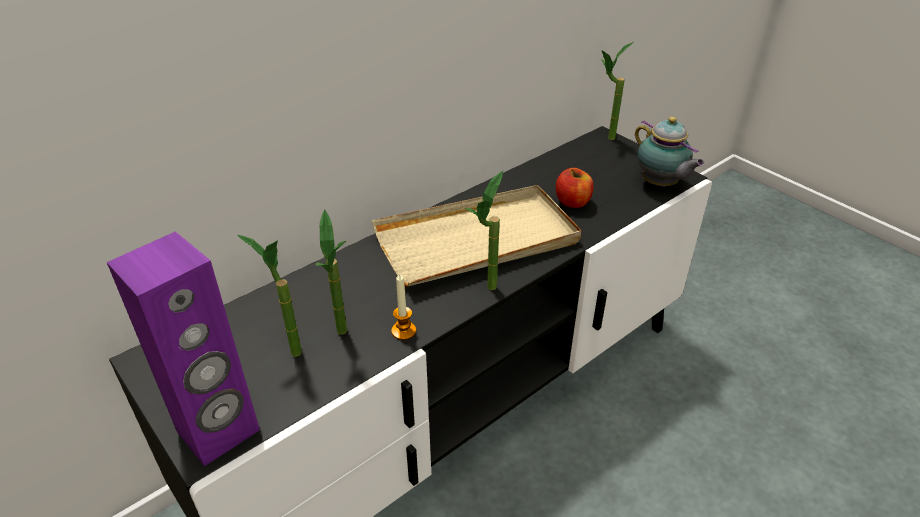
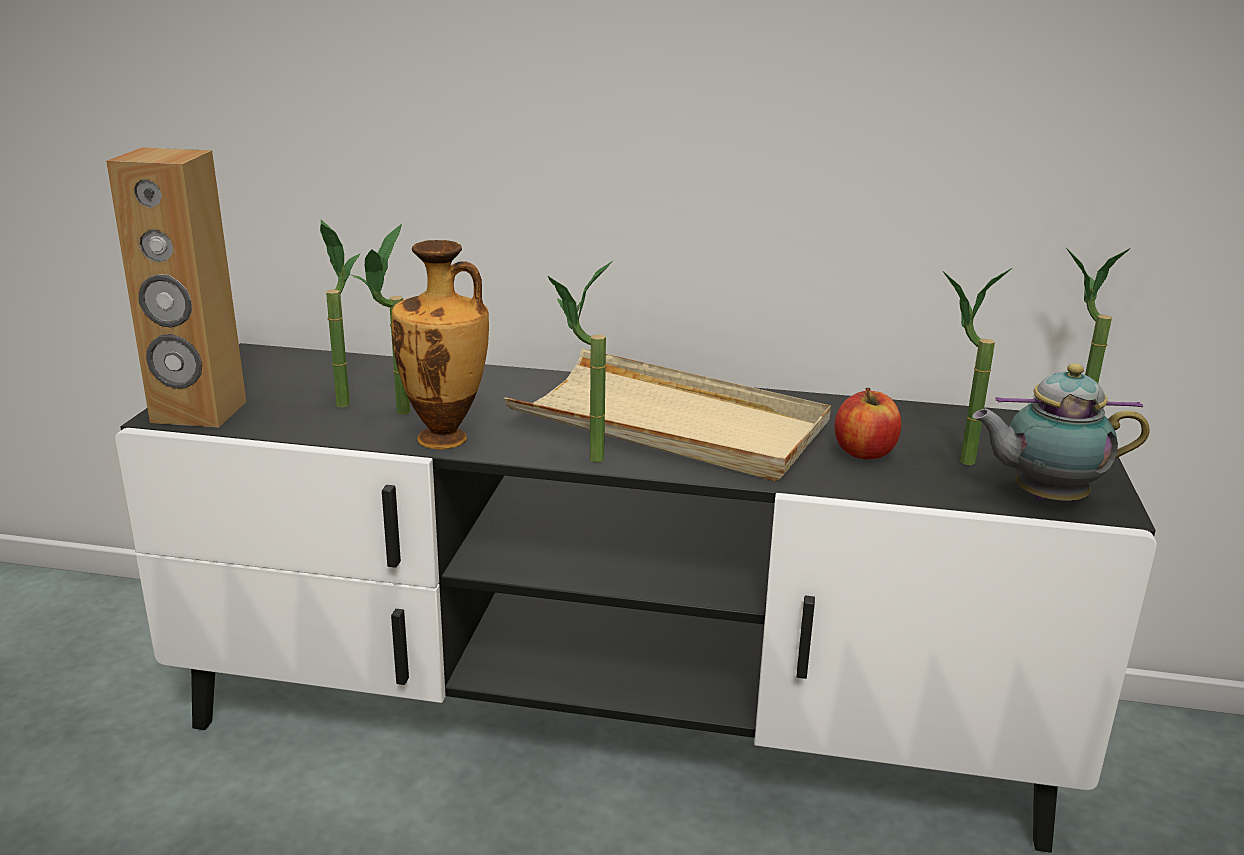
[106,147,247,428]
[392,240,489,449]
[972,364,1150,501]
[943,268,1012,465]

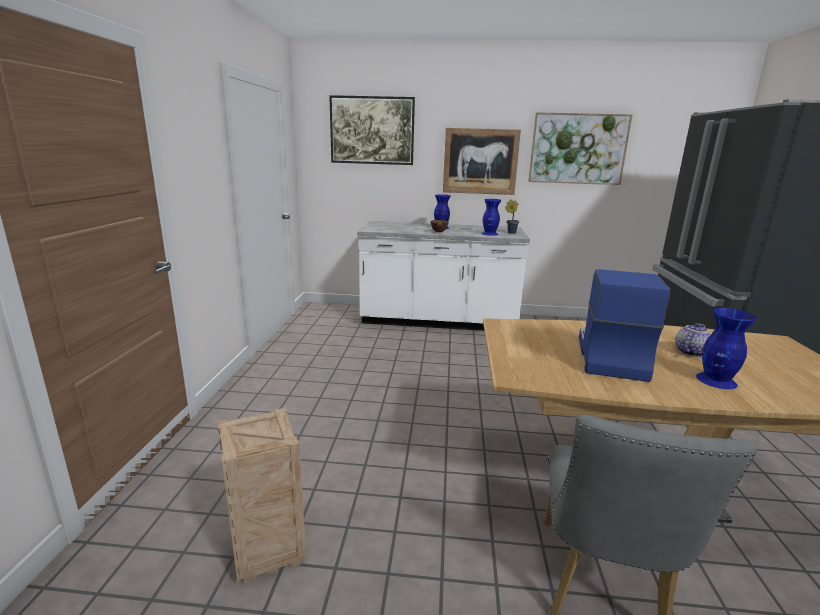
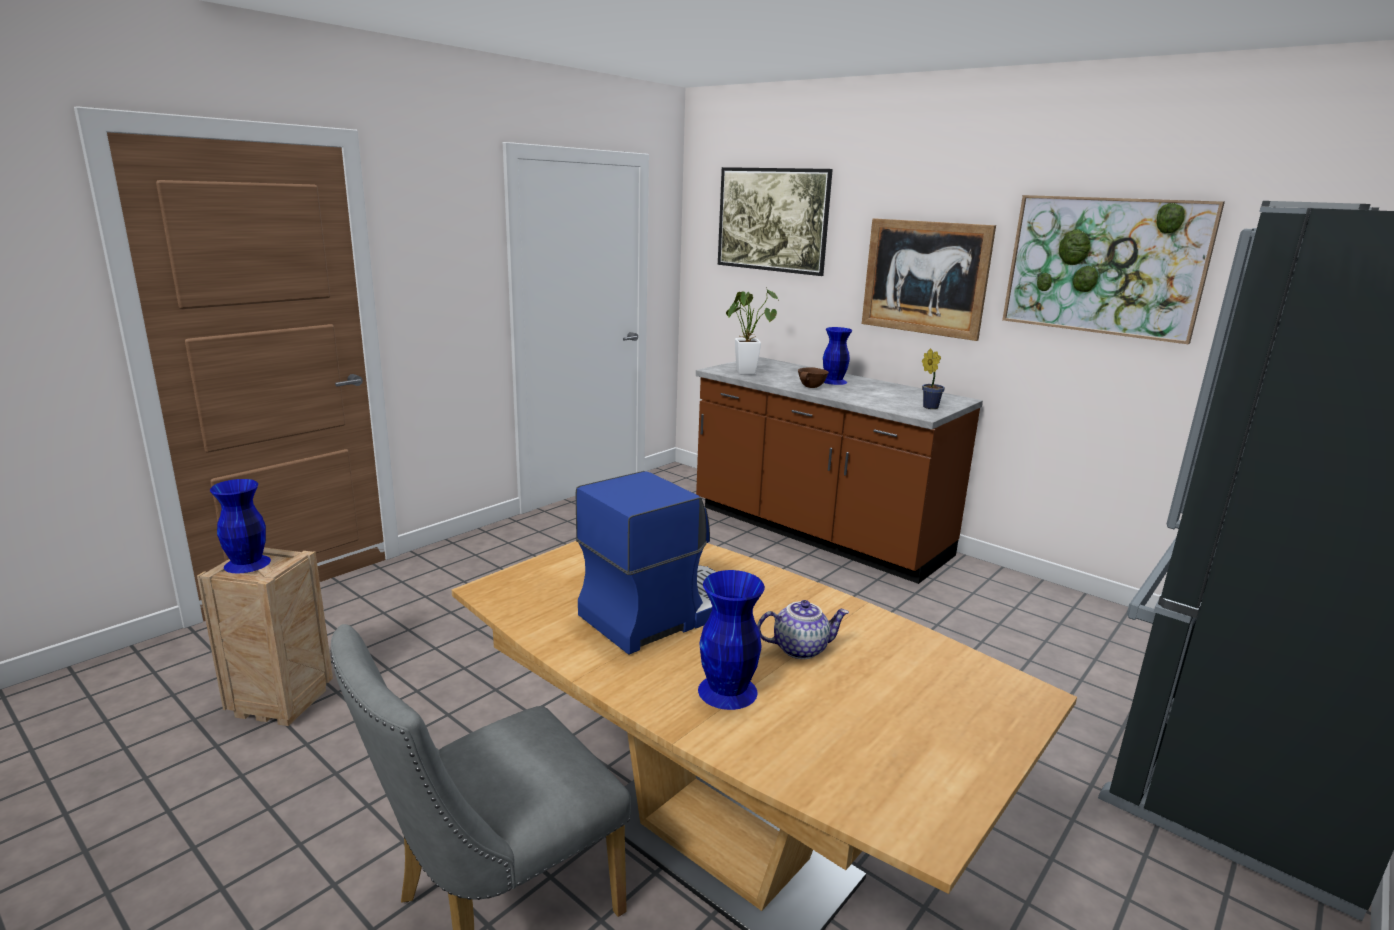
[696,357,983,584]
[210,479,271,573]
[726,287,778,375]

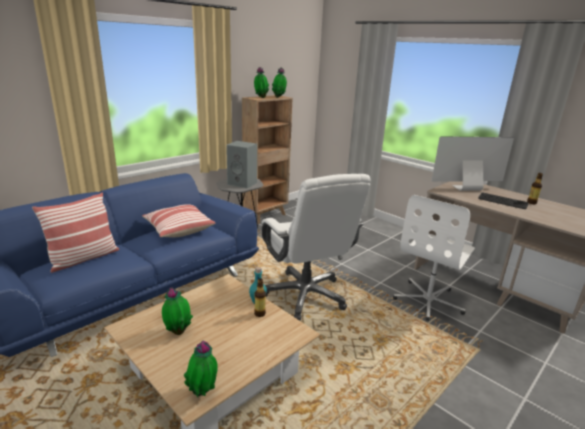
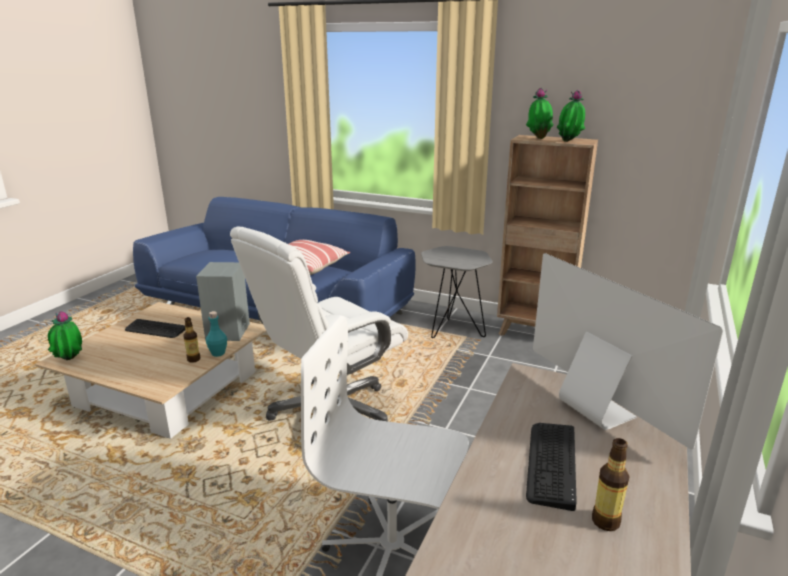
[32,193,119,273] (first image)
[125,319,185,338]
[196,262,250,341]

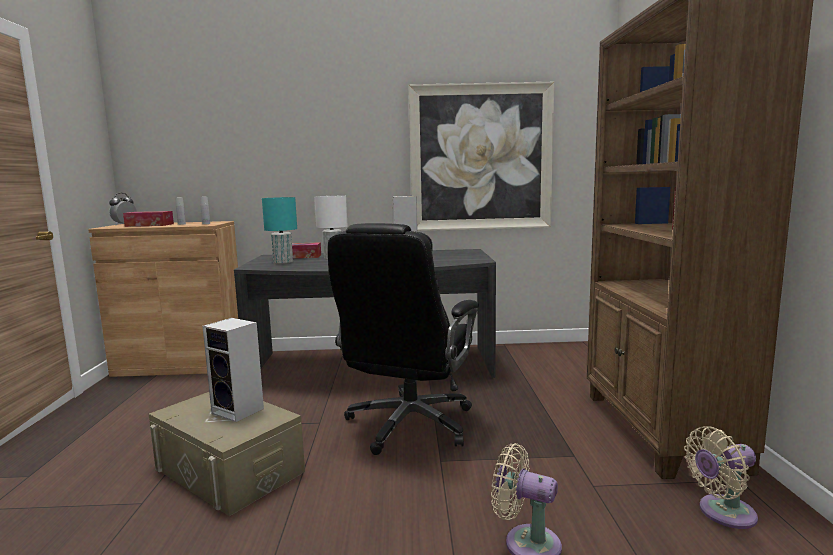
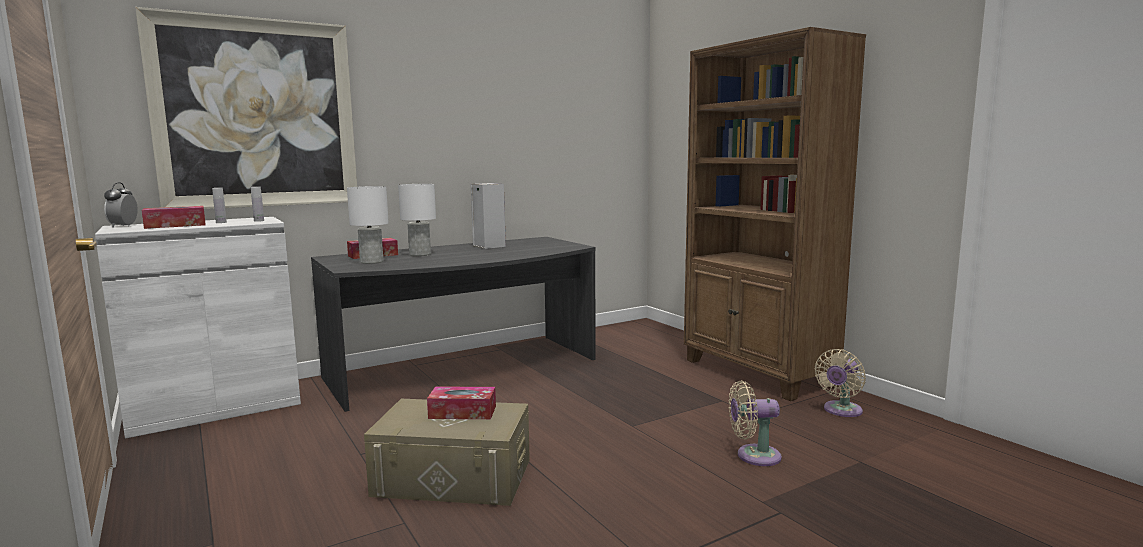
[95,217,301,439]
[427,386,496,419]
[347,186,389,264]
[328,223,479,455] (first image)
[135,7,357,209]

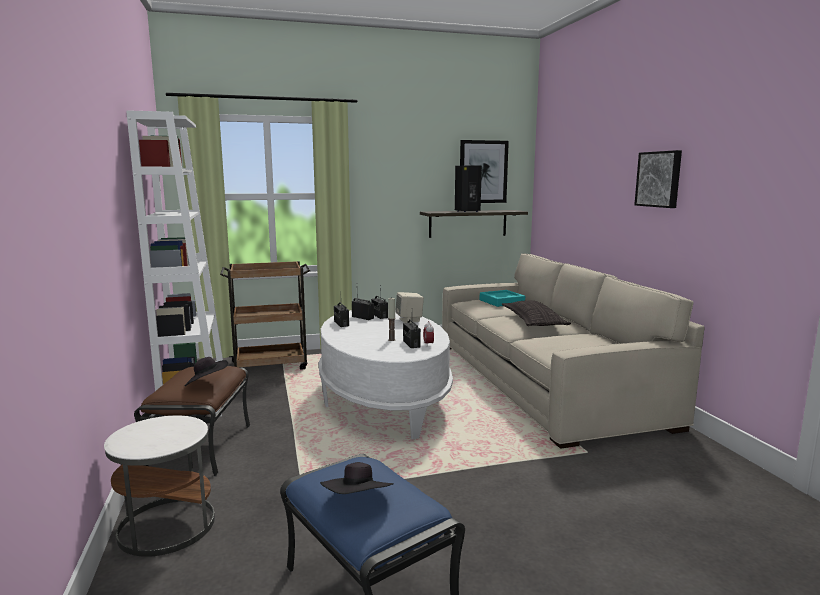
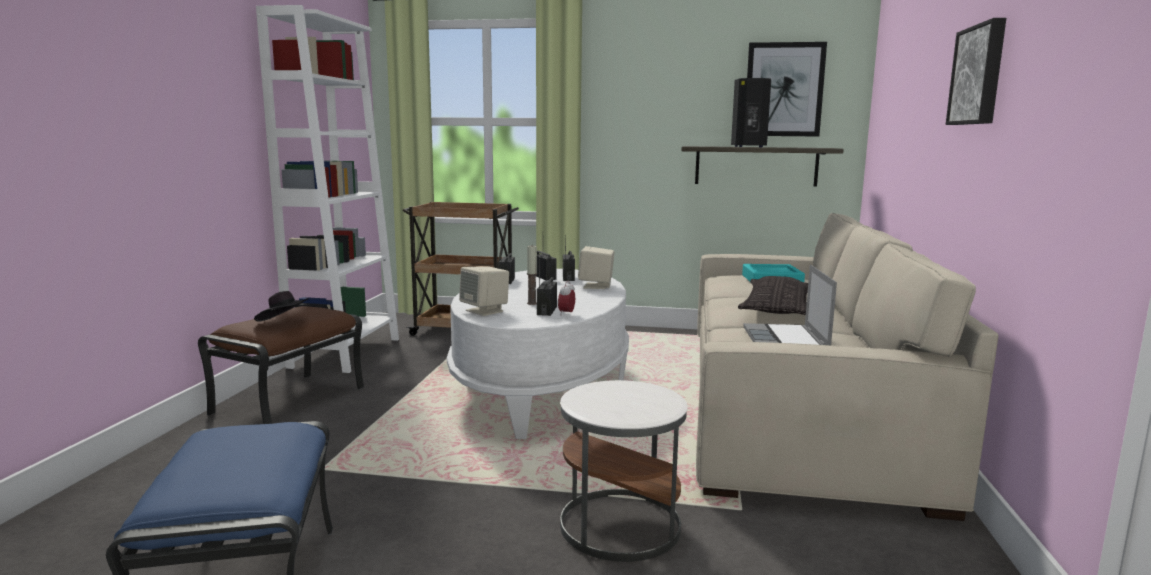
[560,380,688,562]
[320,462,394,494] (first image)
[459,266,509,316]
[743,265,837,345]

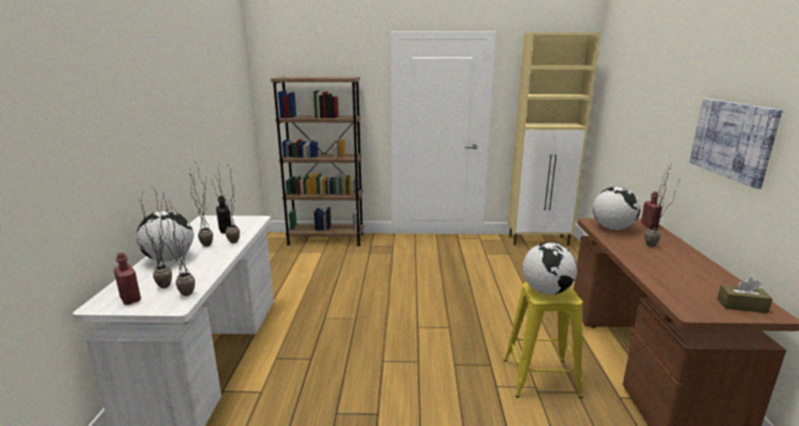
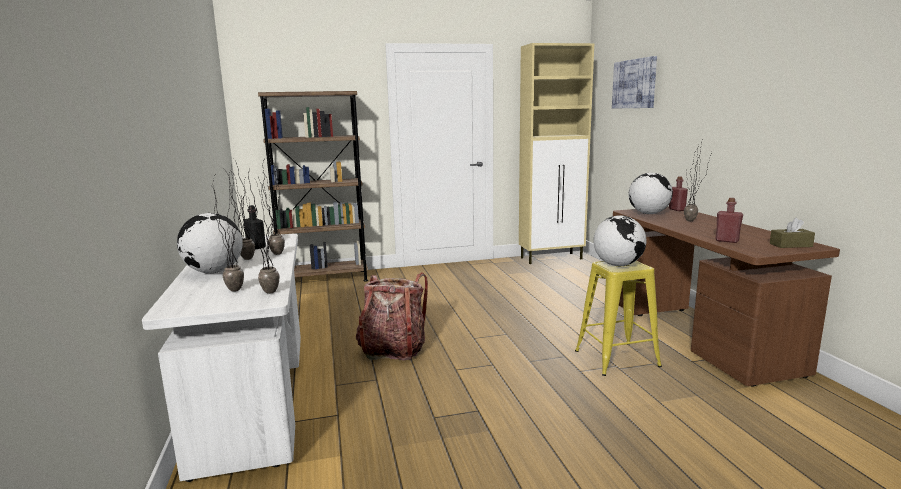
[715,198,743,243]
[612,56,657,108]
[356,272,428,360]

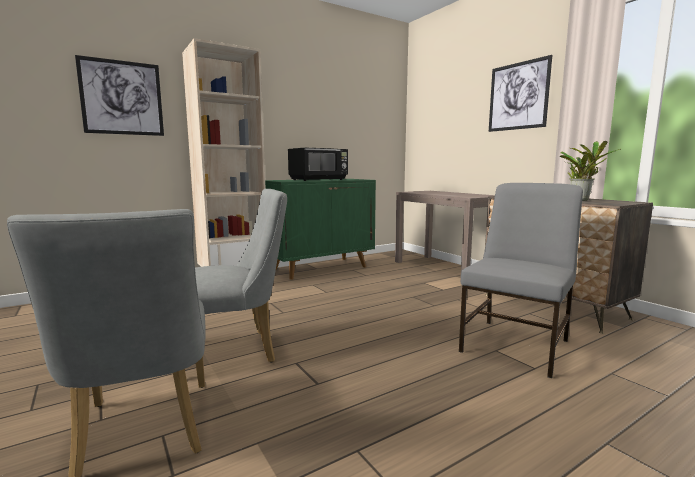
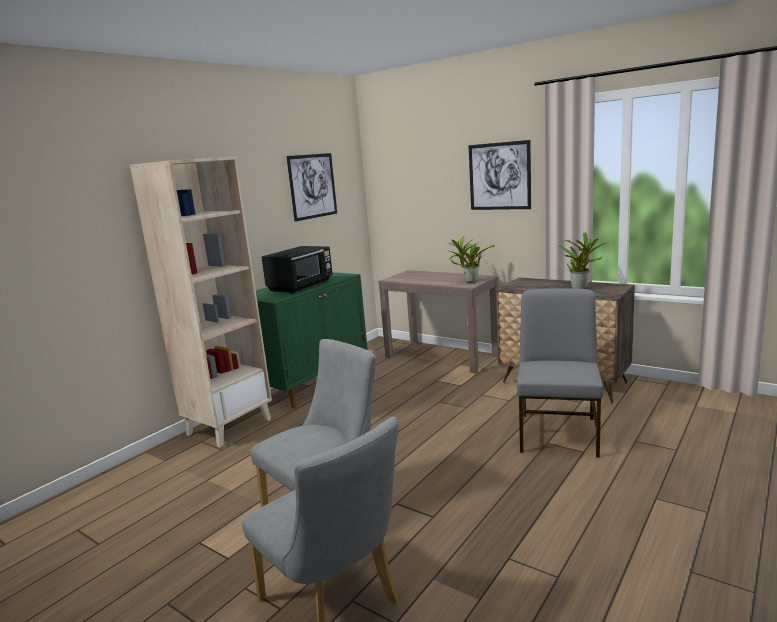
[286,153,337,222]
[448,236,495,283]

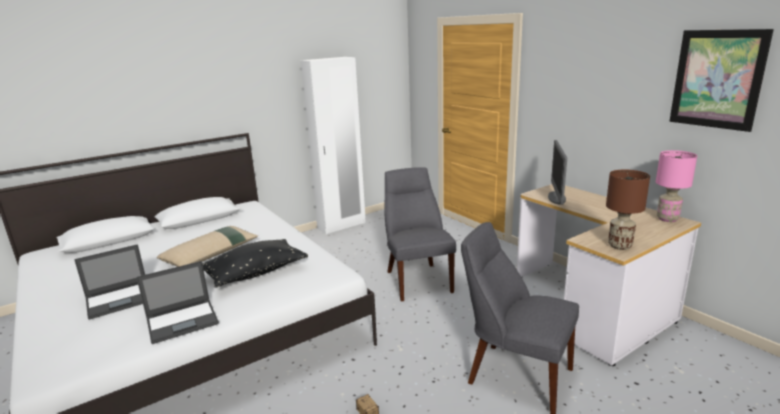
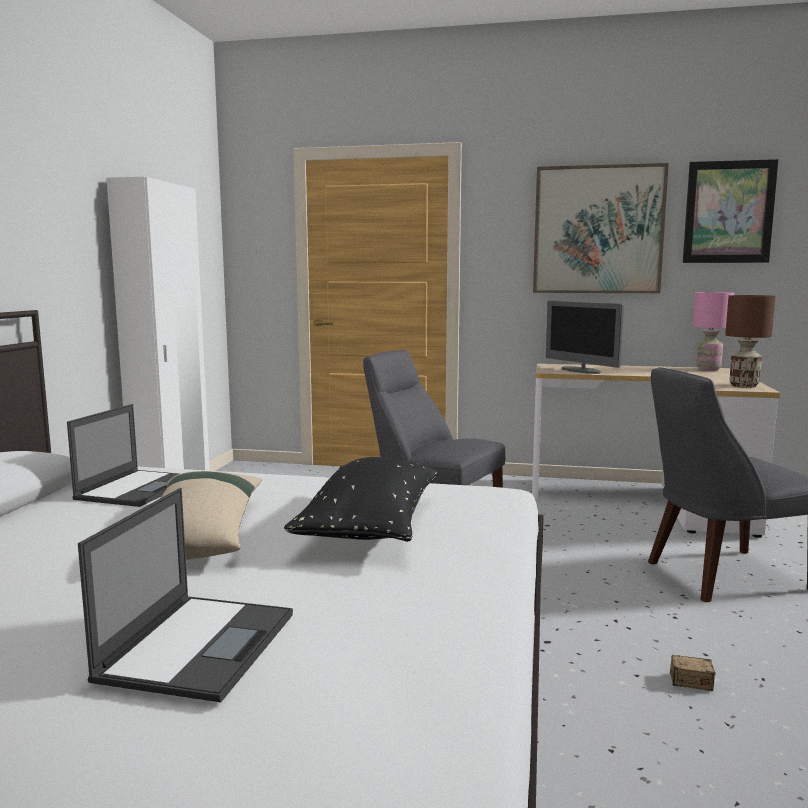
[67,404,178,507]
[533,163,669,293]

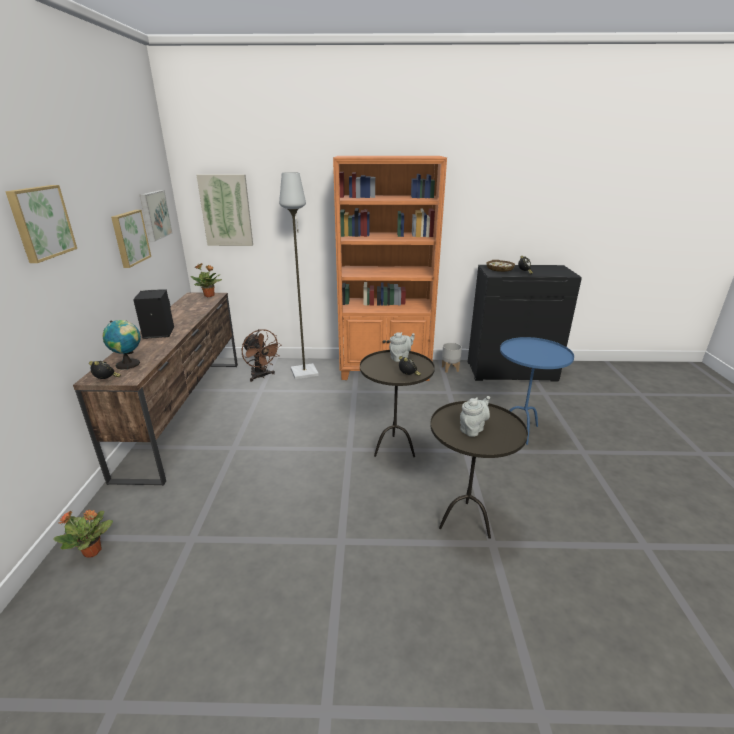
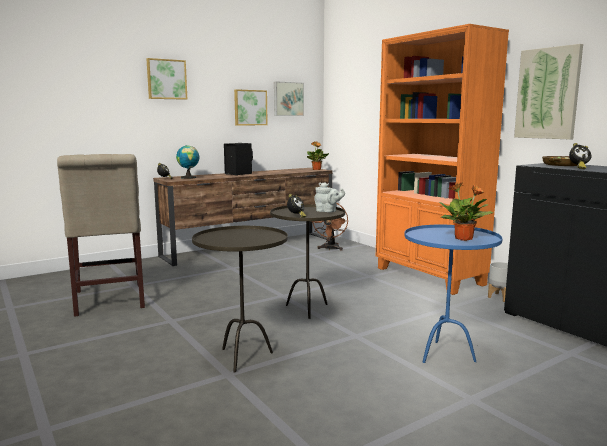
[439,182,493,241]
[514,44,583,139]
[279,172,319,380] (first image)
[460,396,490,437] (first image)
[57,154,145,317]

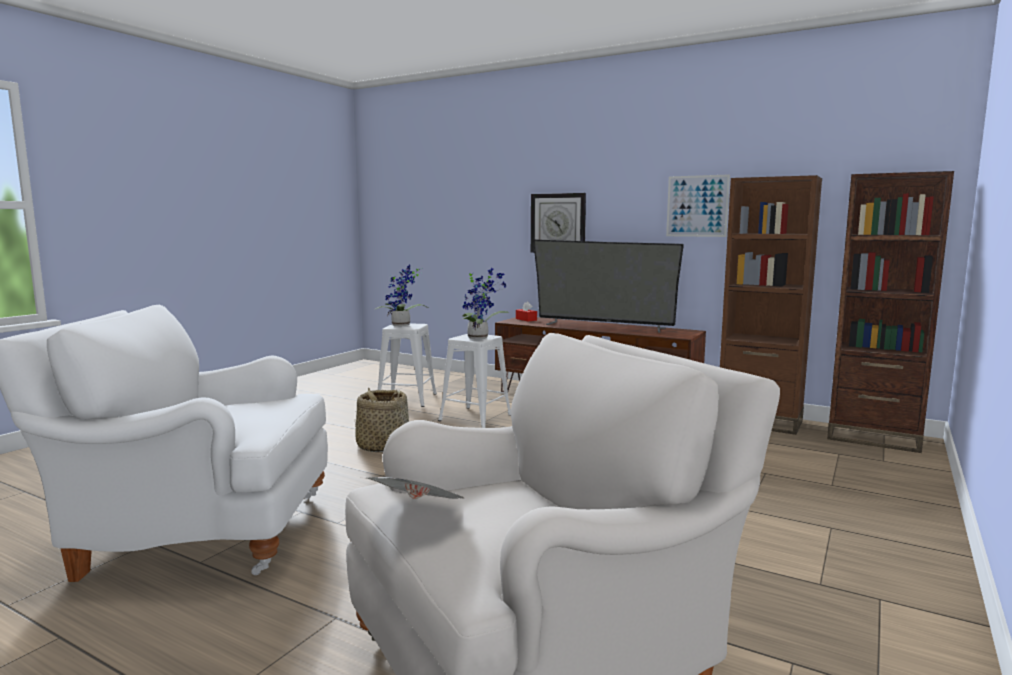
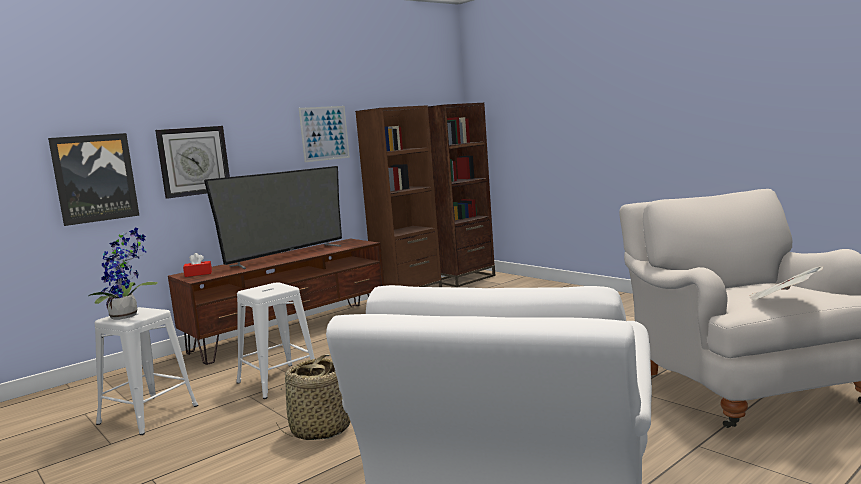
[463,268,509,339] (first image)
[48,133,140,226]

